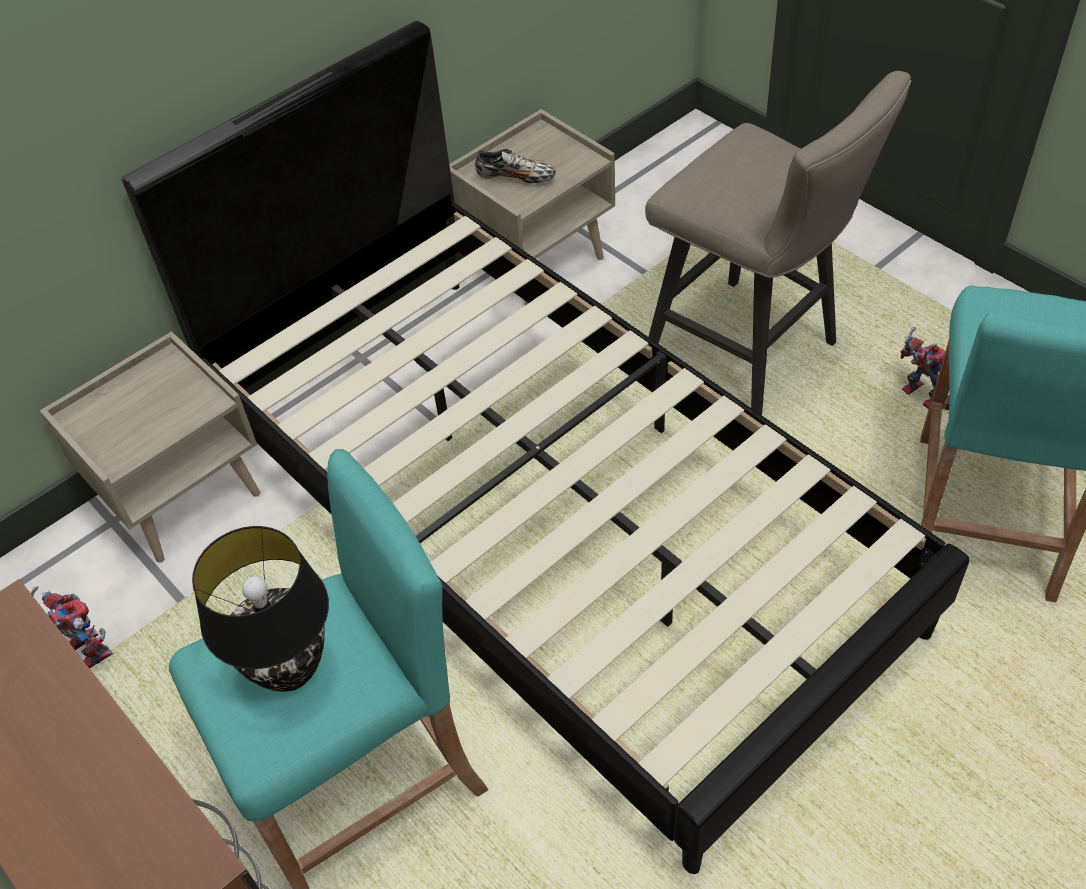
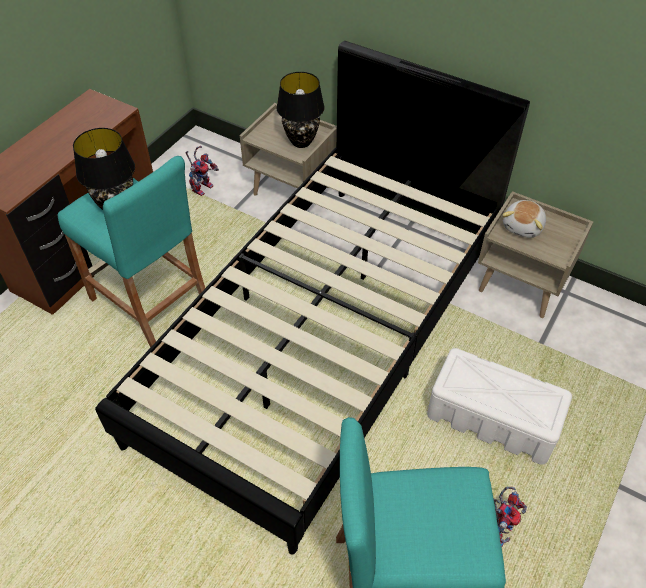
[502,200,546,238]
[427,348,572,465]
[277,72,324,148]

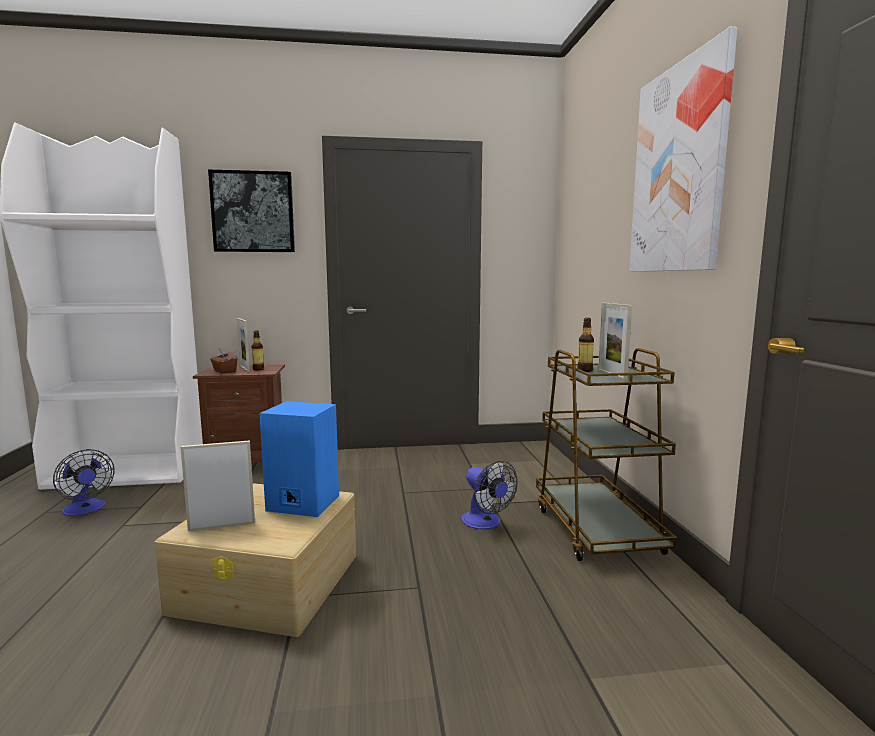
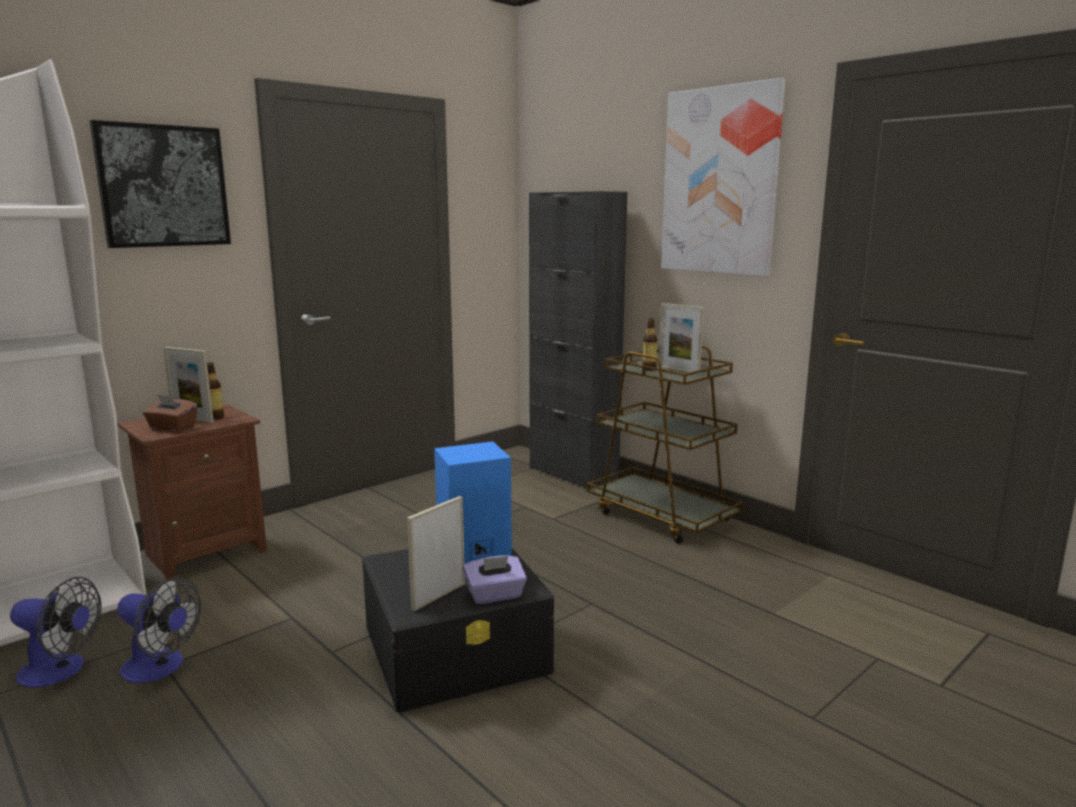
[362,548,554,712]
[117,577,201,683]
[463,555,527,604]
[529,191,627,489]

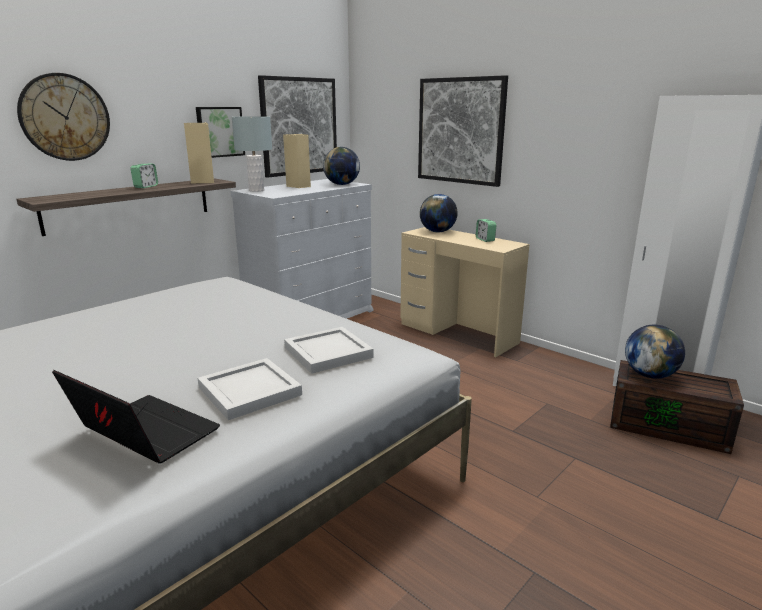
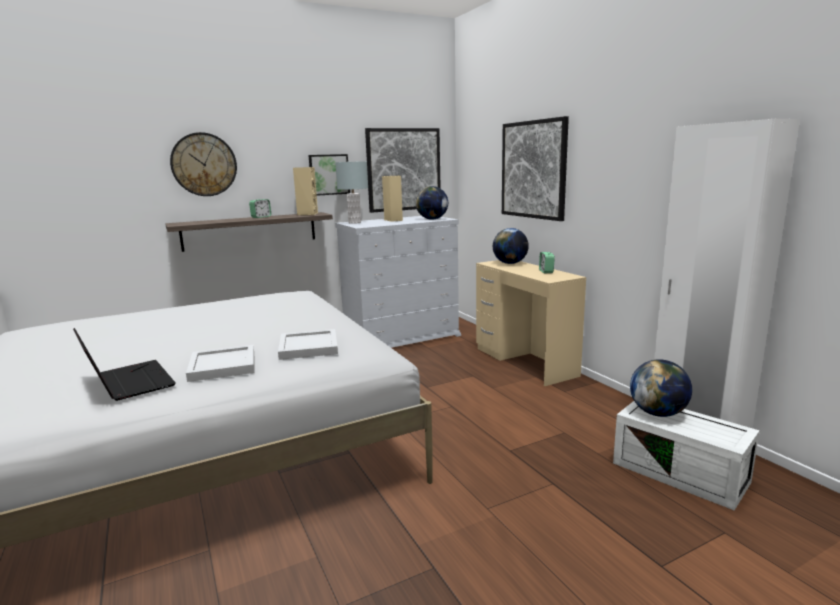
[613,401,760,511]

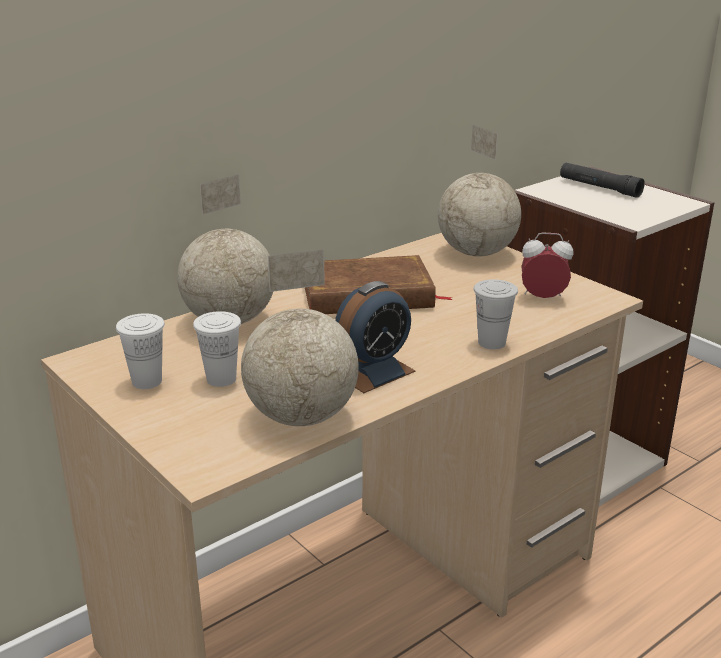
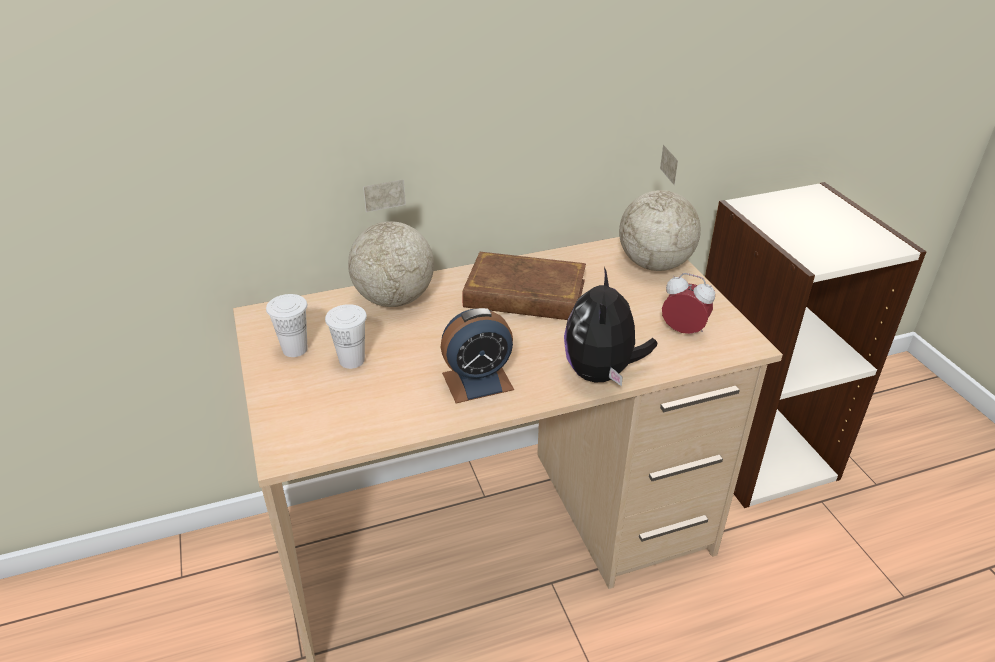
[241,249,359,426] (first image)
[564,267,657,386]
[560,163,645,198] (first image)

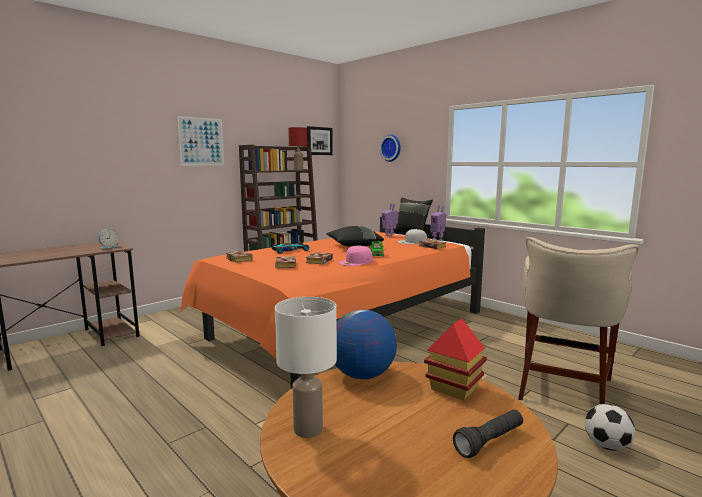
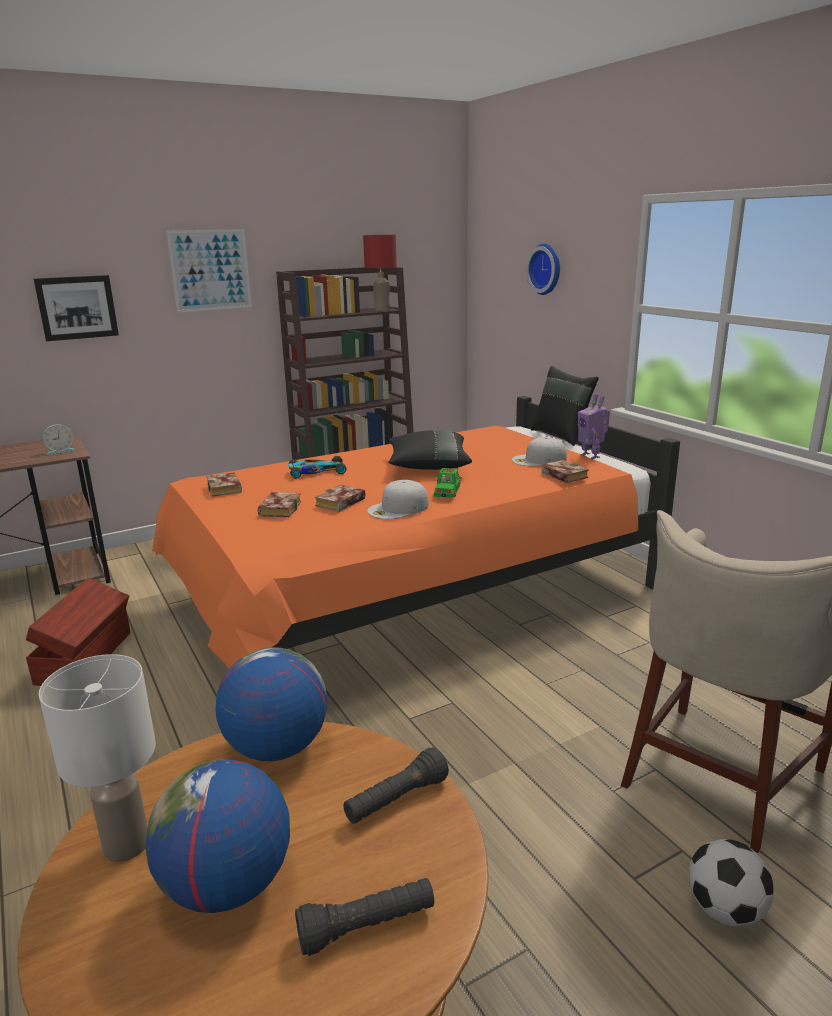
[34,275,119,341]
[367,480,429,519]
[382,204,399,237] (first image)
[344,747,449,824]
[26,578,130,686]
[145,760,290,913]

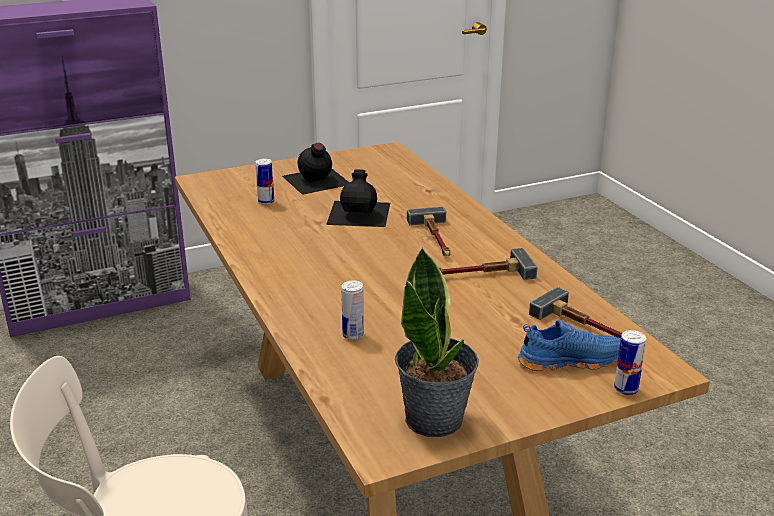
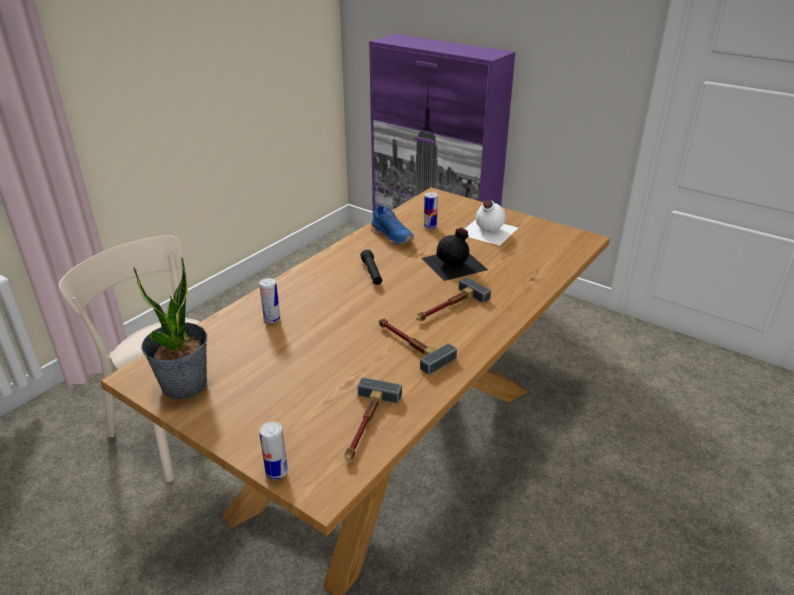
[465,200,518,246]
[371,202,414,245]
[361,250,382,285]

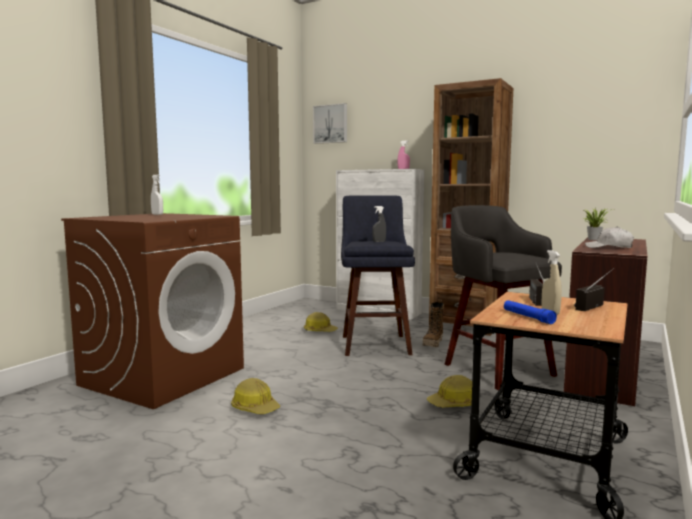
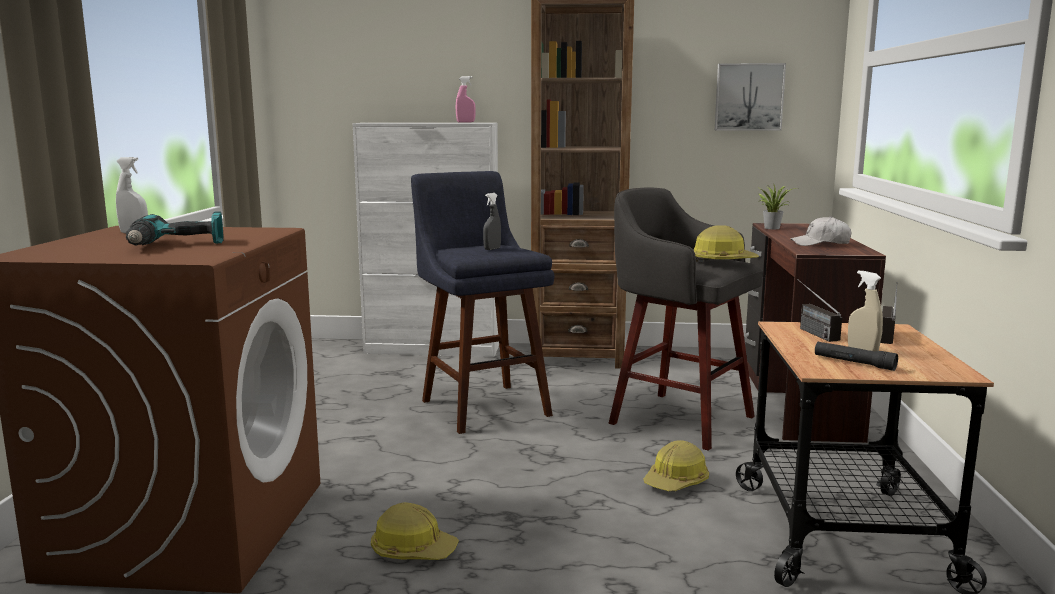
[694,226,759,263]
[715,63,786,131]
[423,299,444,347] (first image)
[815,342,898,371]
[126,211,224,246]

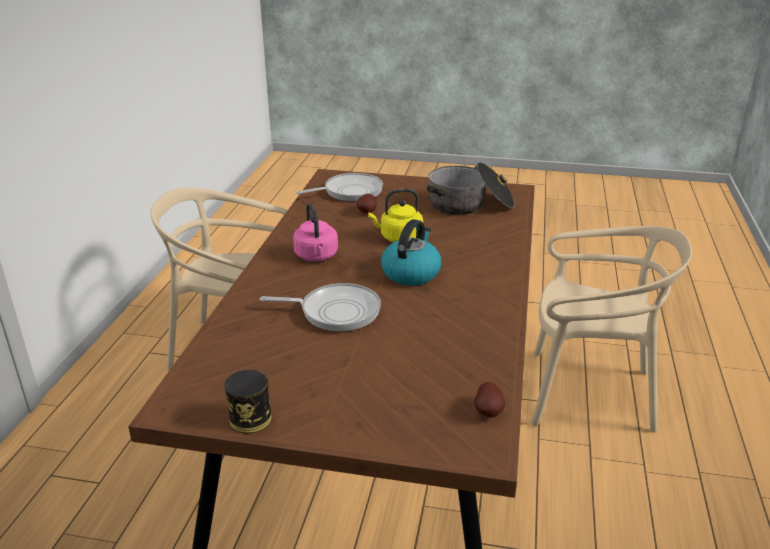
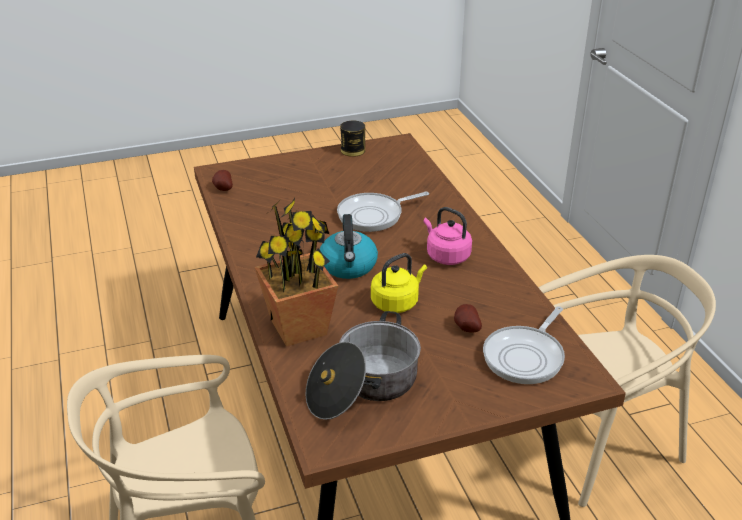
[255,198,338,347]

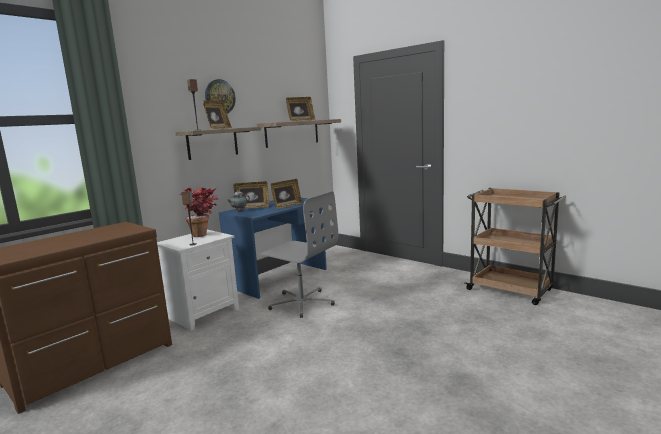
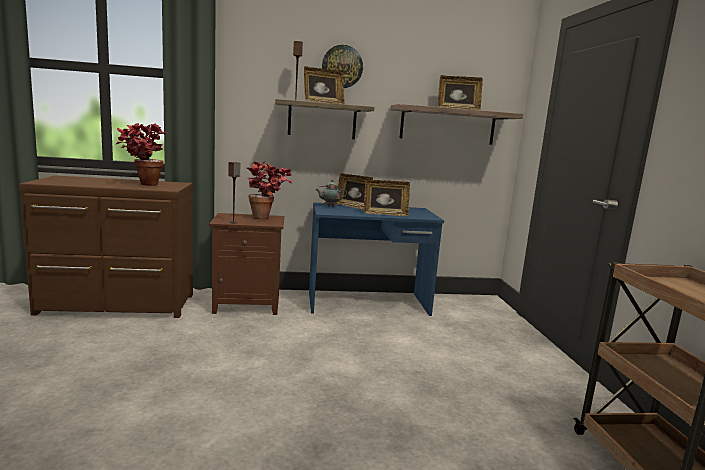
[209,213,284,315]
[259,191,338,318] (first image)
[116,123,165,186]

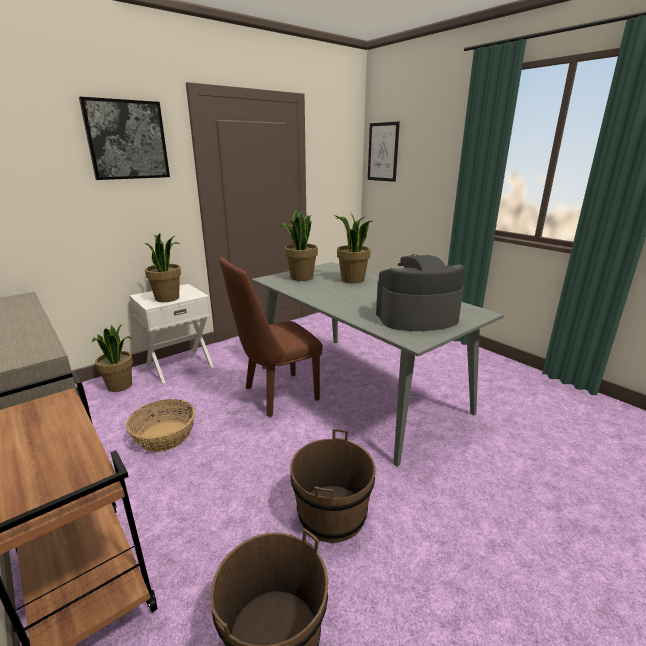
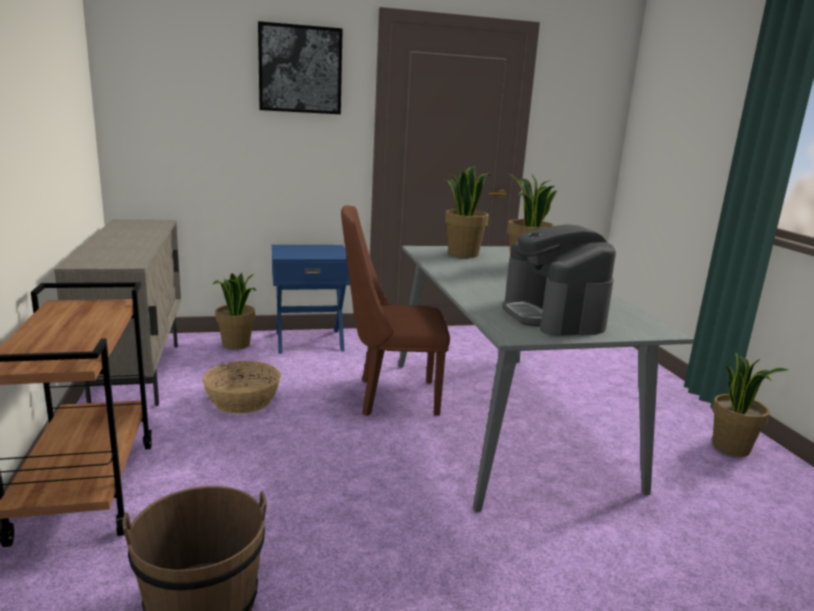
[272,245,350,354]
[712,353,789,457]
[290,429,375,543] (first image)
[368,122,400,182] (first image)
[502,224,616,336]

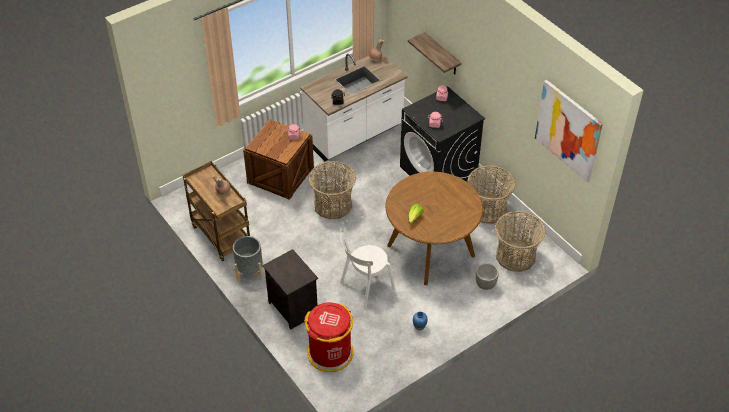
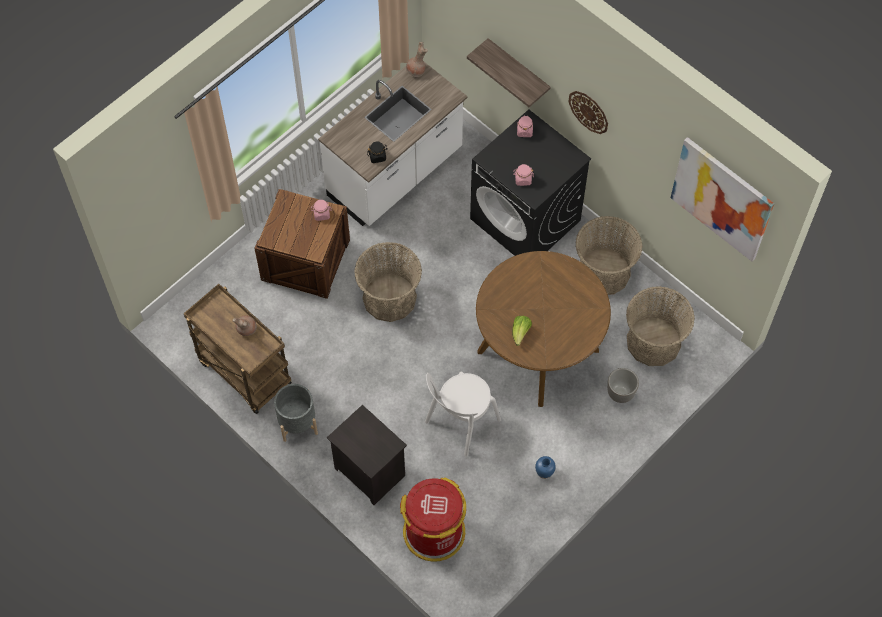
[568,91,608,134]

